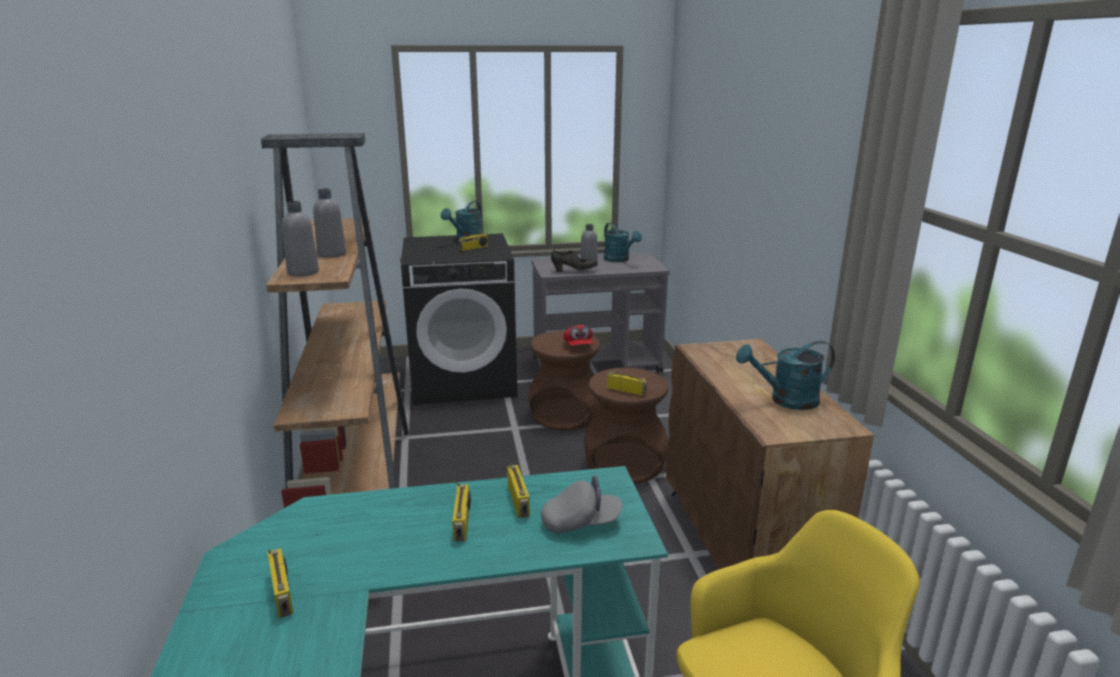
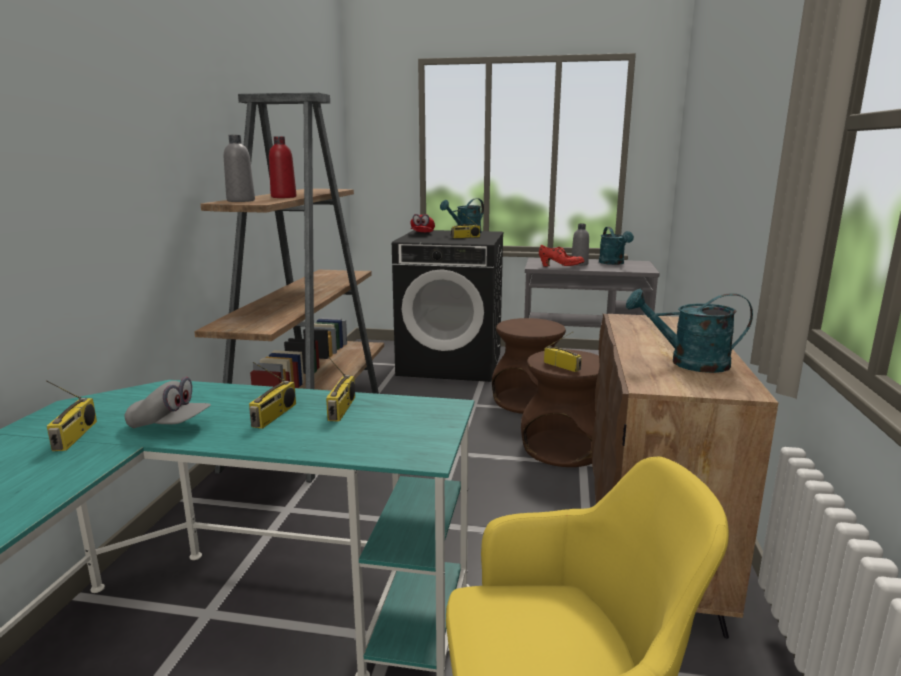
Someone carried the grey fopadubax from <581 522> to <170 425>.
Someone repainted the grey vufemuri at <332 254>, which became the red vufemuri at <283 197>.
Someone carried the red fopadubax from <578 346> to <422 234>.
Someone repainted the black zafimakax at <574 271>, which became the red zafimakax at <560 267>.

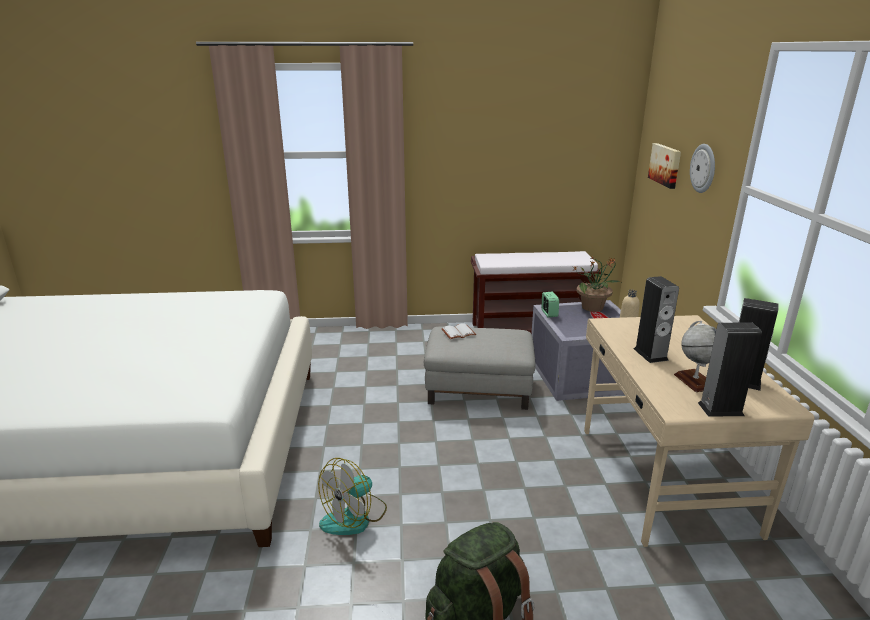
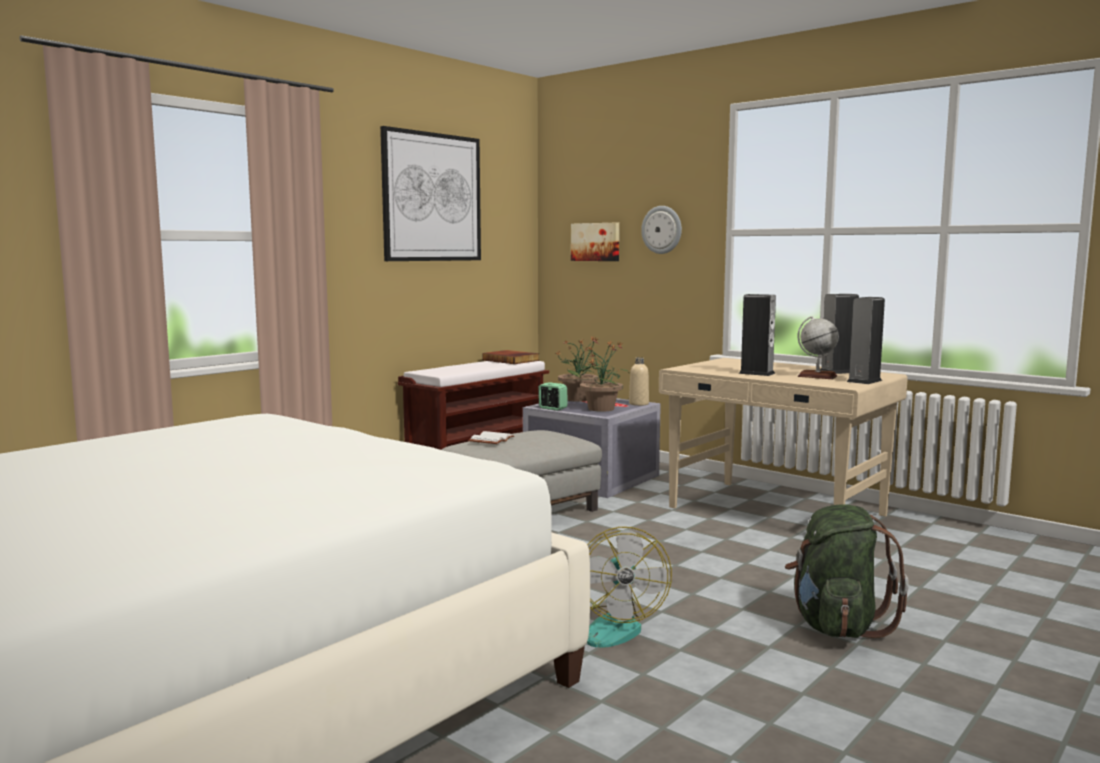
Someone put up the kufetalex at <432 197>.
Someone put down the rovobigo at <511 360>.
Someone put down the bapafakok at <601 409>.

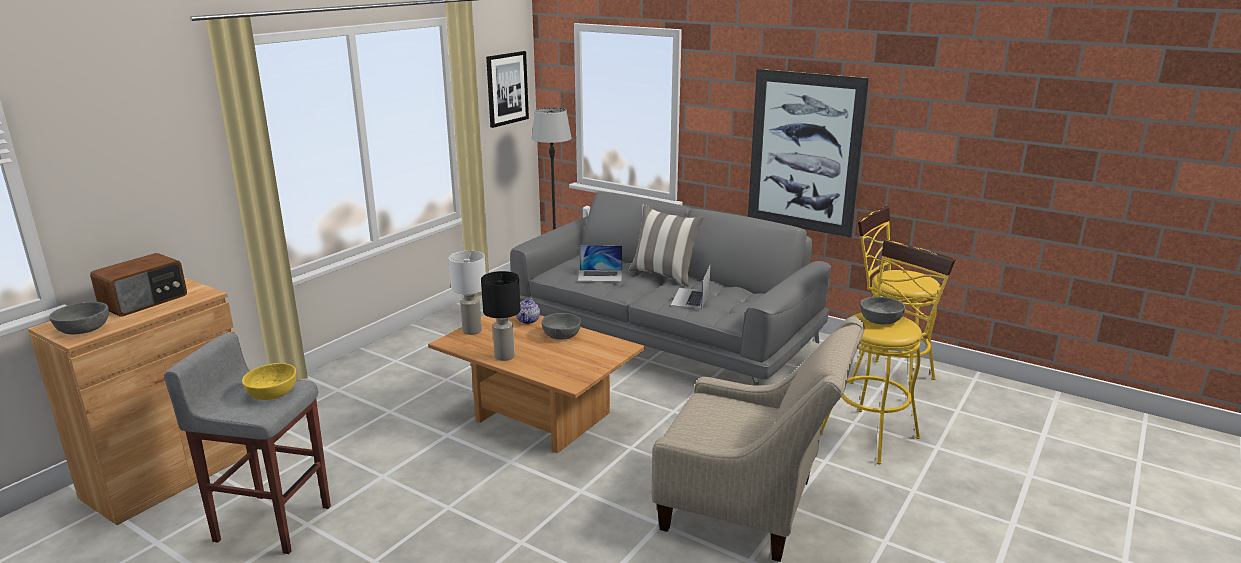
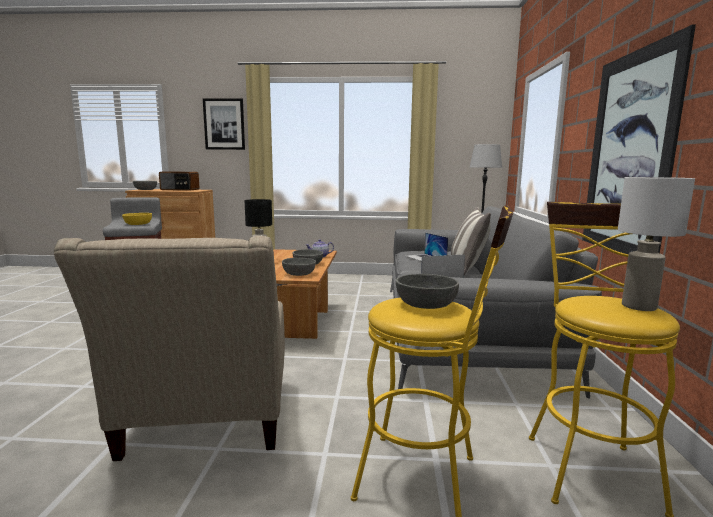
Someone carried the kufetalex from <507 88> to <224 124>.
Someone put down the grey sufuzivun at <299 273>.
Someone carried the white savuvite from <471 331> to <637 307>.

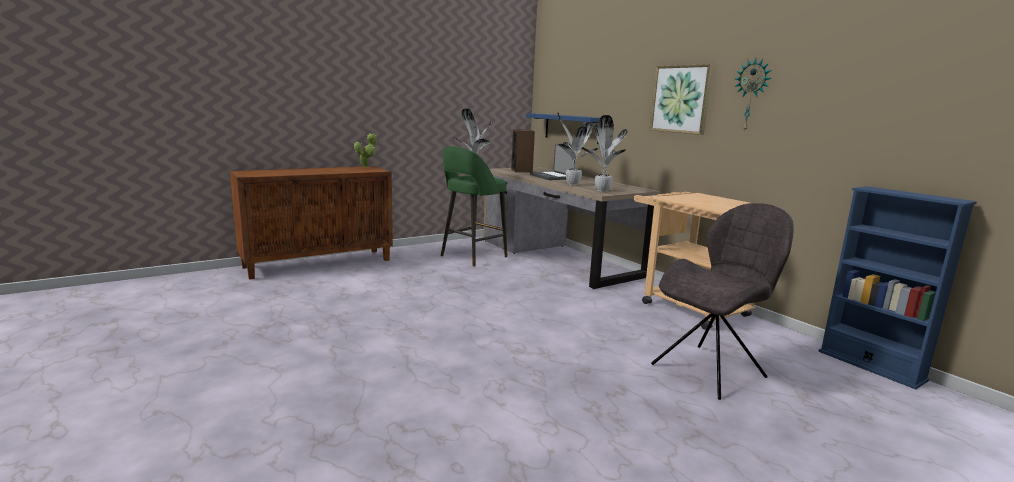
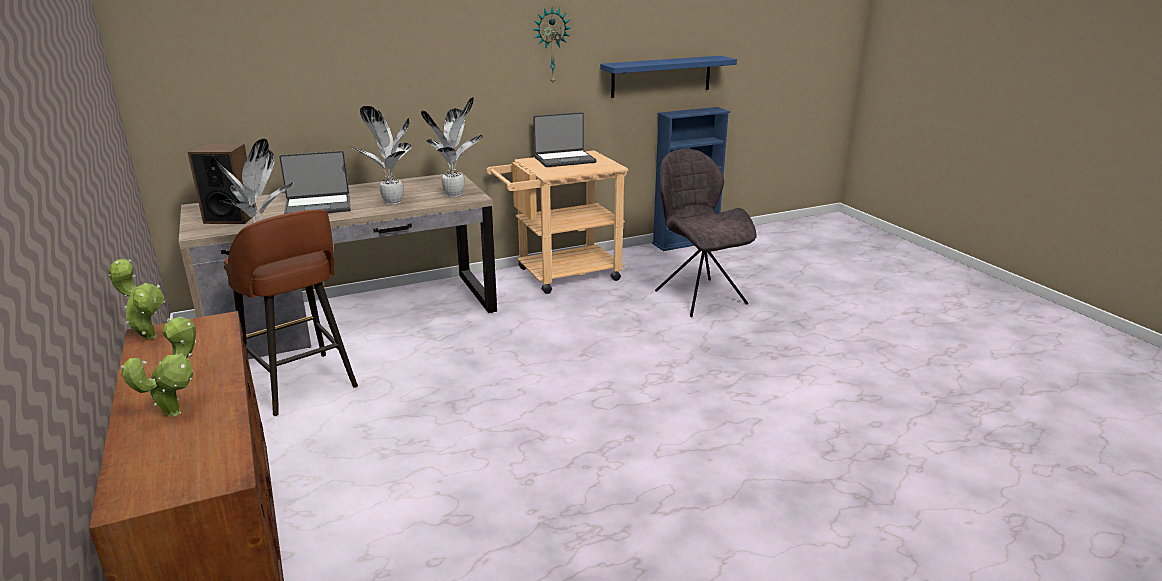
Someone put down the bapafakok at <177 410>.
Someone repainted the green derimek at <472 256>, which became the brown derimek at <302 385>.
Someone put down the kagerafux at <564 160>.
Someone carried the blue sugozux from <571 128> to <661 76>.
Someone took away the kufetalex at <681 99>.

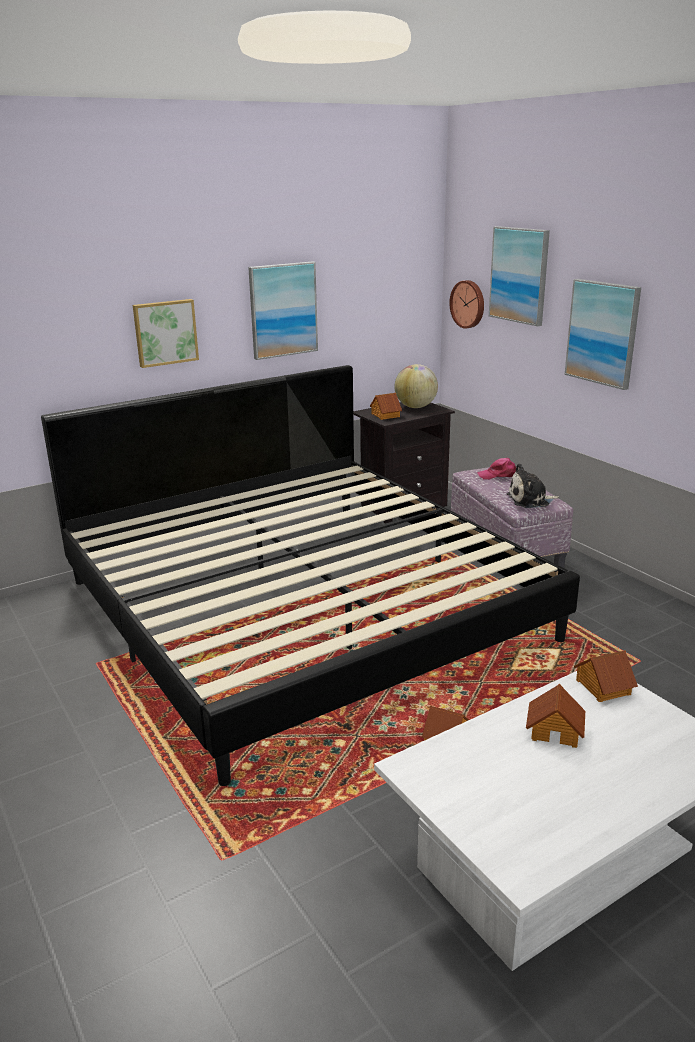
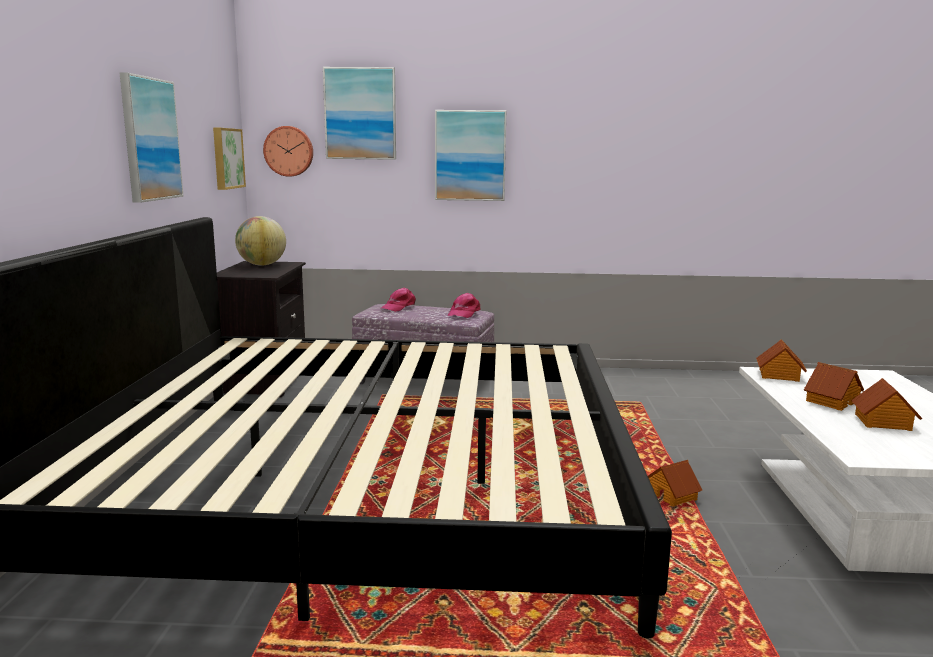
Someone carried the kufetalex from <165 332> to <226 158>.
Someone swapped the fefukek at <530 500> for the pink fopadubax at <464 313>.
Someone carried the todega from <385 415> to <883 422>.

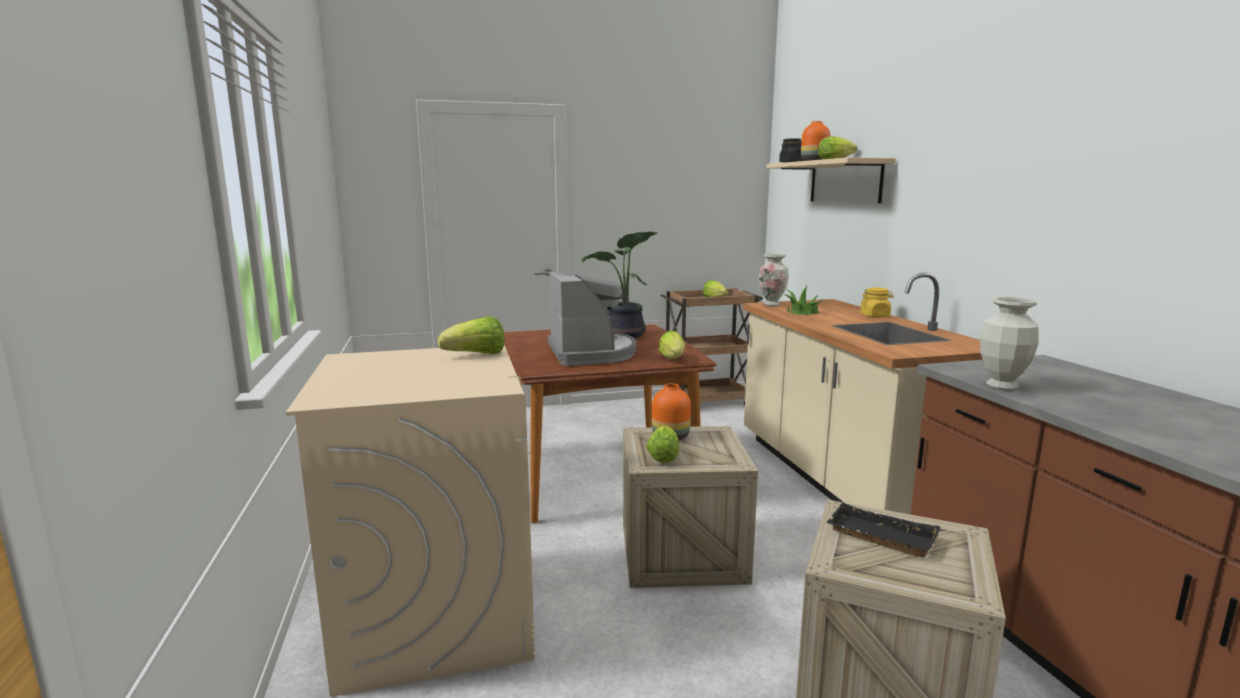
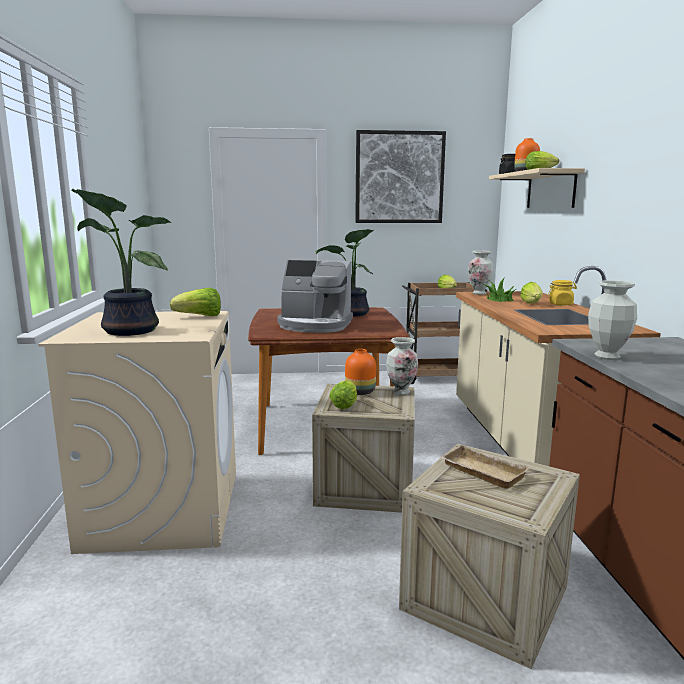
Someone put down the bapafakok at <127 331>.
Someone rotated the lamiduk at <591 353> by 105 degrees clockwise.
Someone put up the kufetalex at <399 177>.
Someone put down the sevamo at <401 392>.
Someone repainted the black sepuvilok at <879 537>, which became the beige sepuvilok at <480 472>.
Someone carried the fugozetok from <673 360> to <532 304>.

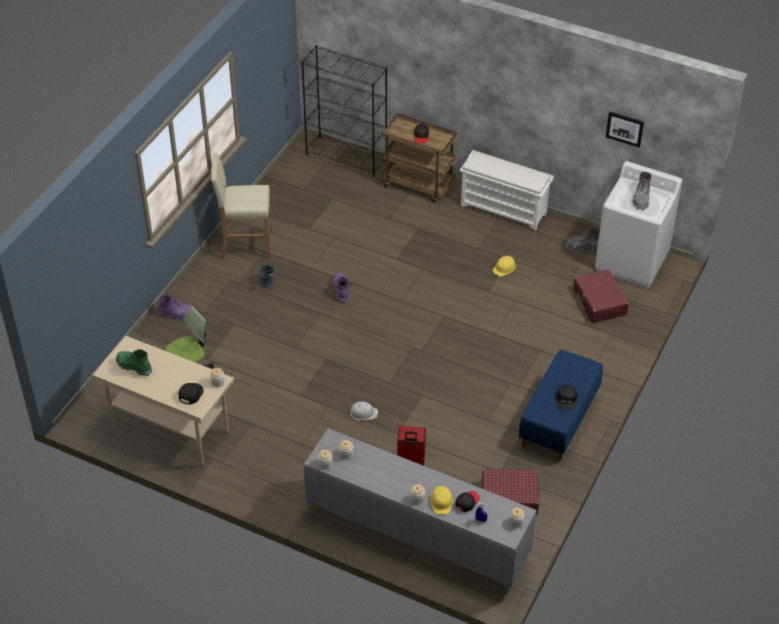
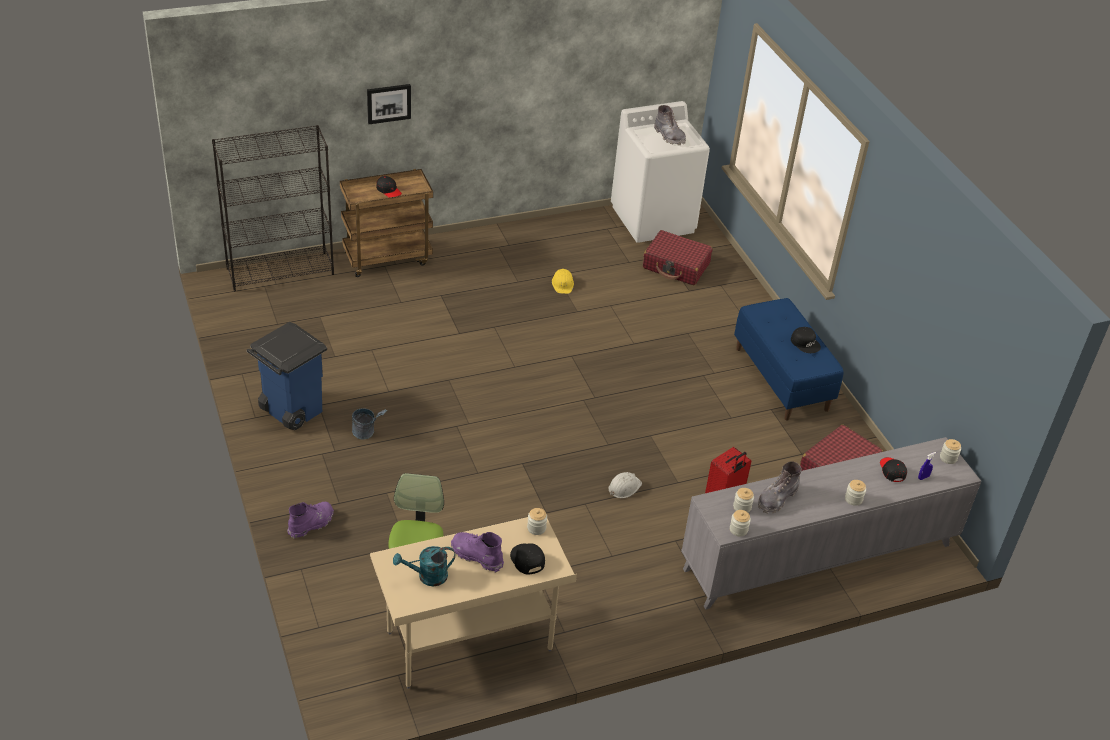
Someone swapped the beige derimek at <246 245> for the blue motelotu at <290 411>.
Someone carried the kufetalex from <625 128> to <388 103>.
Someone swapped the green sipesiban at <134 366> for the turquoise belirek at <427 577>.
Someone carried the purple sipesiban from <341 290> to <477 556>.
Someone carried the grey sipesiban from <582 247> to <777 498>.
Someone took away the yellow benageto at <441 501>.
Someone took away the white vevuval at <504 209>.

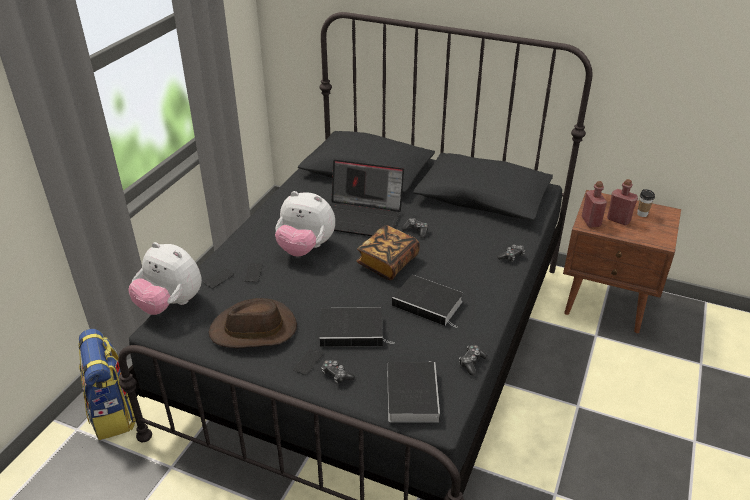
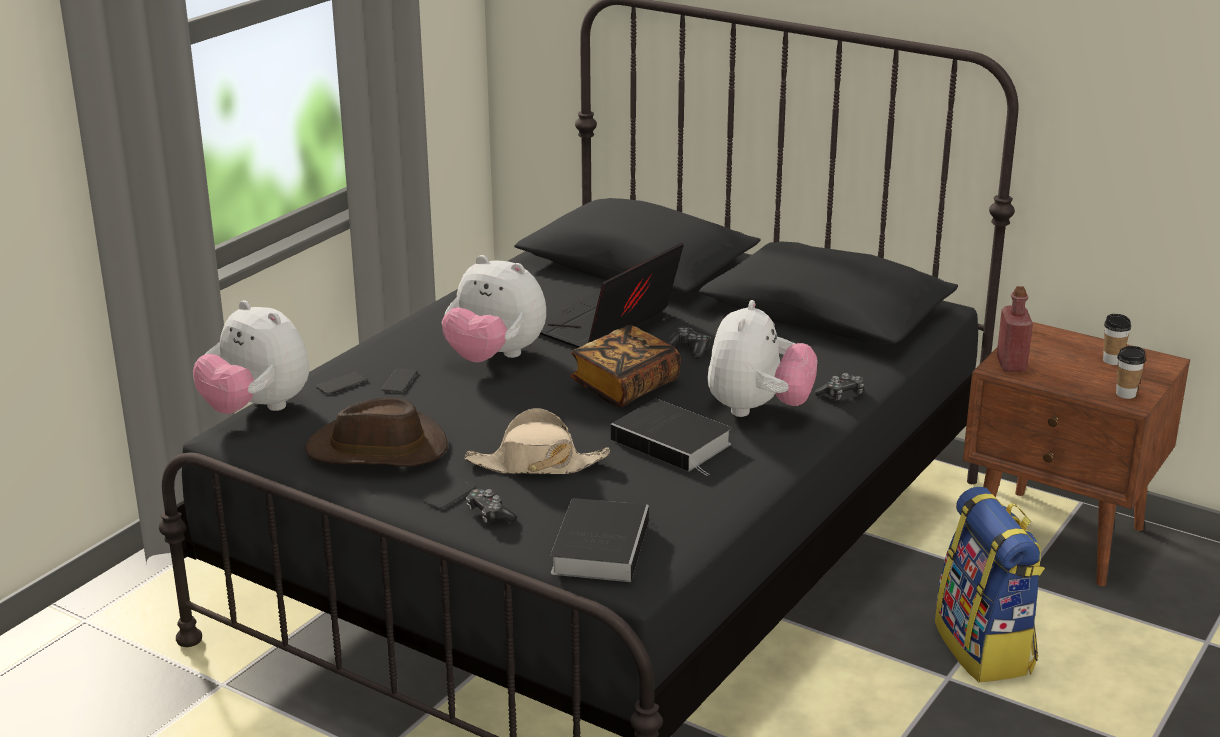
Someone swapped the rovobigo at <353 330> for the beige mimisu at <536 464>.
Someone rotated the kagerafux at <363 218> by 105 degrees clockwise.
Someone put down the fefukek at <758 409>.
Someone carried the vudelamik from <114 413> to <985 648>.
Someone put down the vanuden at <1125 394>.
Someone took away the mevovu at <472 363>.
Someone took away the red vufemuri at <618 220>.

